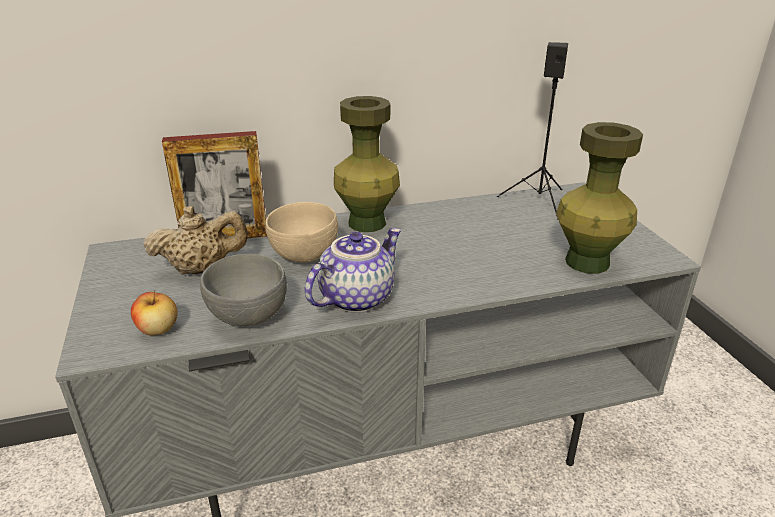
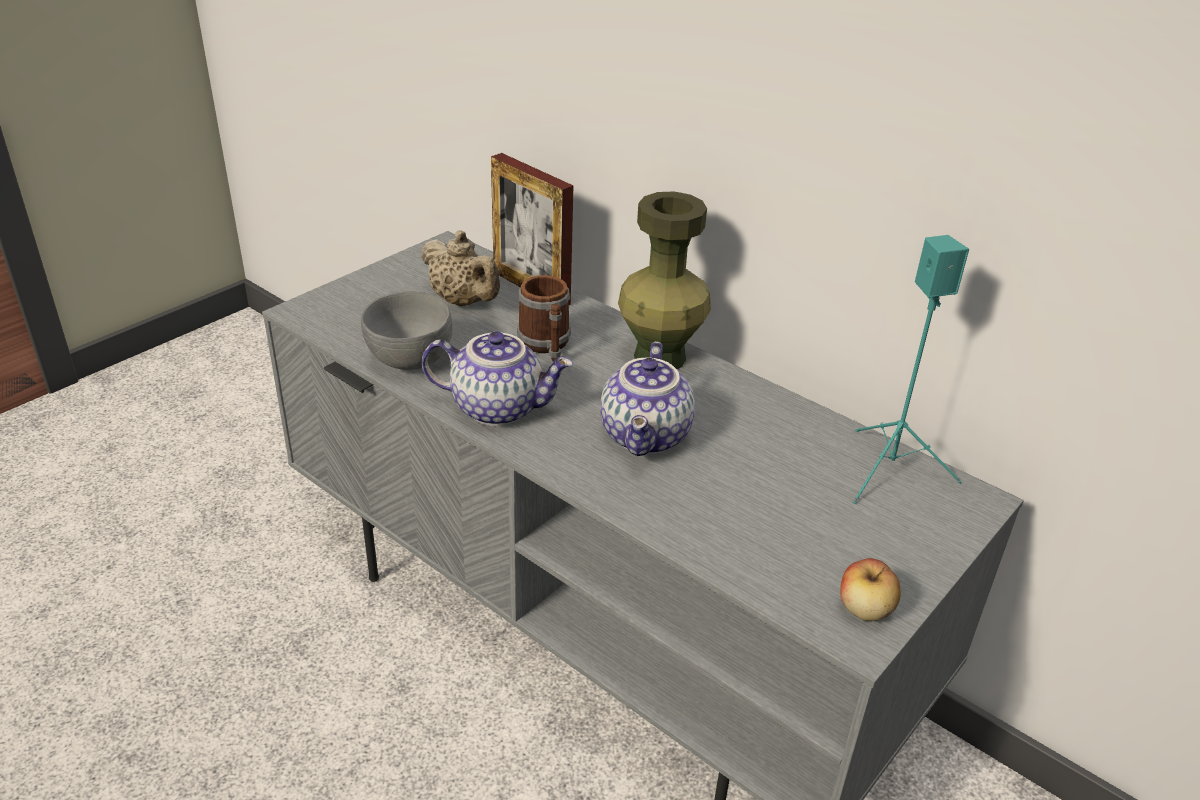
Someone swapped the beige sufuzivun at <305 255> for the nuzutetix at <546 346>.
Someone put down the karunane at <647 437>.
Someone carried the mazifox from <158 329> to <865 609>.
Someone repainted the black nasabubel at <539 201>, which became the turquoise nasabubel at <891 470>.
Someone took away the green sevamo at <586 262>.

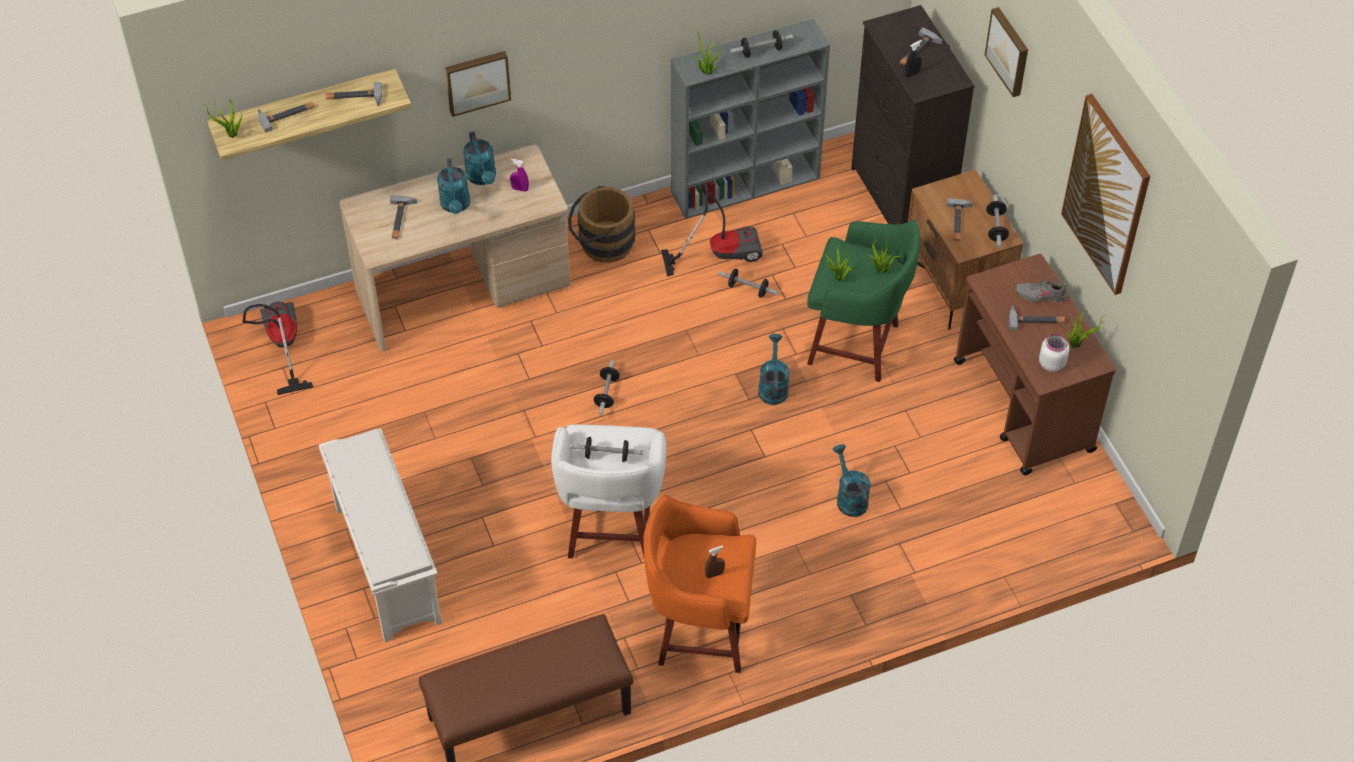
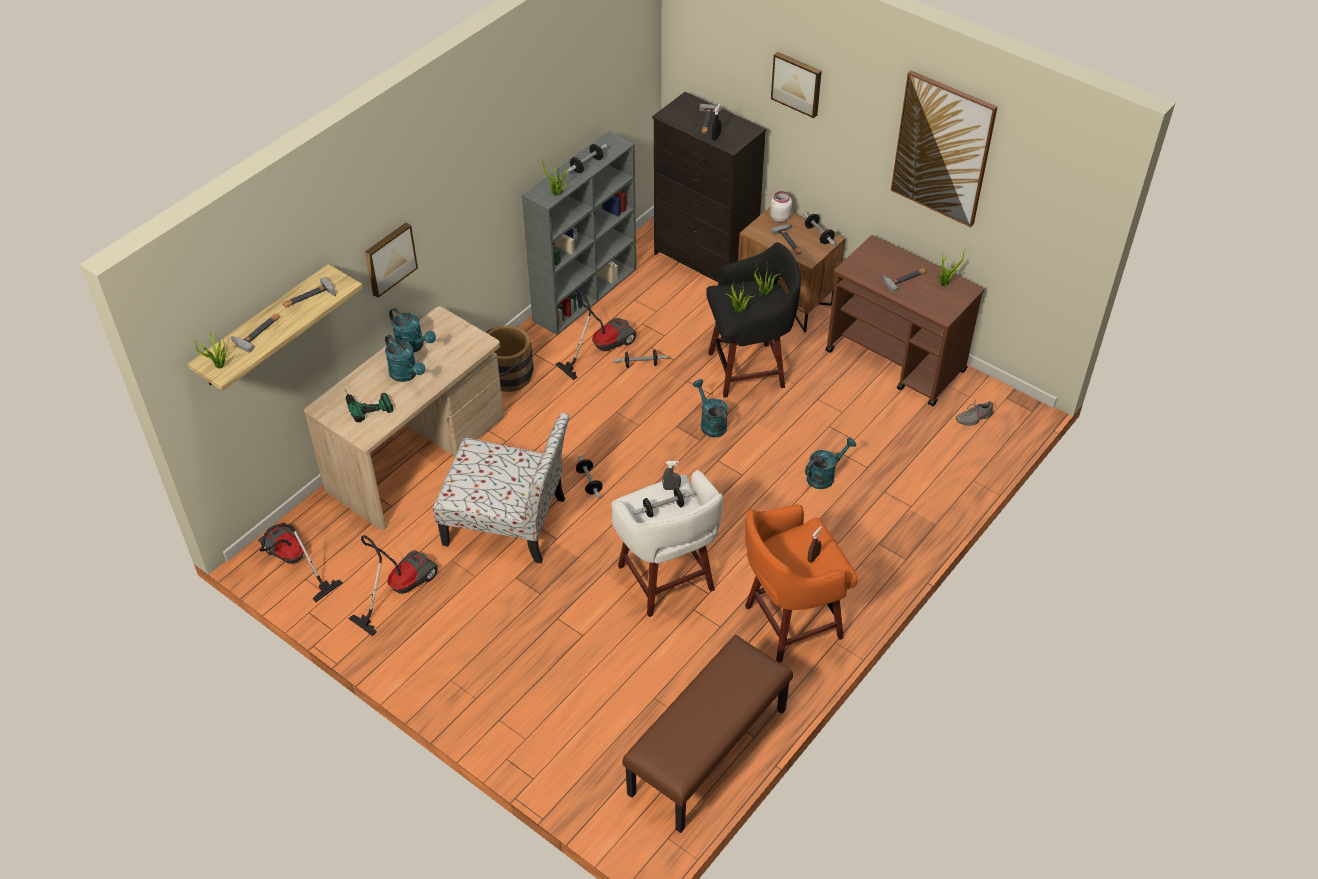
Someone swapped the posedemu at <400 219> for the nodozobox at <367 403>.
Someone put down the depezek at <399 588>.
Someone put down the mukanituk at <508 522>.
Someone put down the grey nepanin at <671 488>.
Someone repainted the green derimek at <857 345>, which became the black derimek at <749 369>.
Someone carried the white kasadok from <1051 363> to <779 217>.
Someone rotated the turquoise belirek at <849 497> by 105 degrees clockwise.
Someone carried the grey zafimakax from <1040 295> to <973 417>.
Someone took away the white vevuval at <386 563>.
Someone took away the purple nepanin at <520 189>.

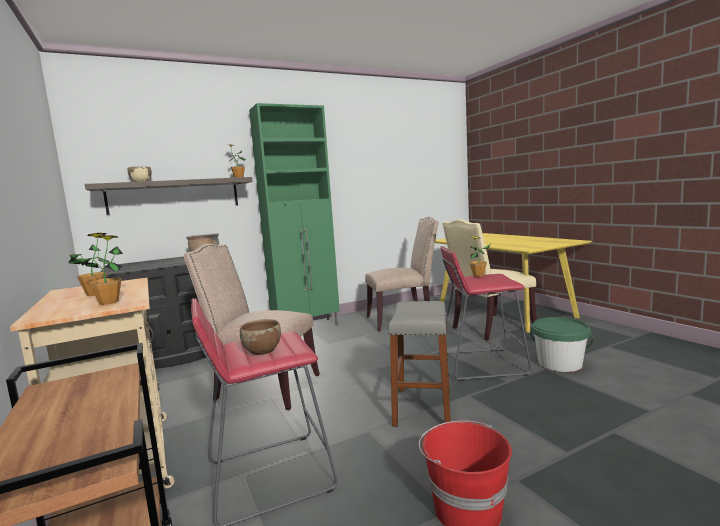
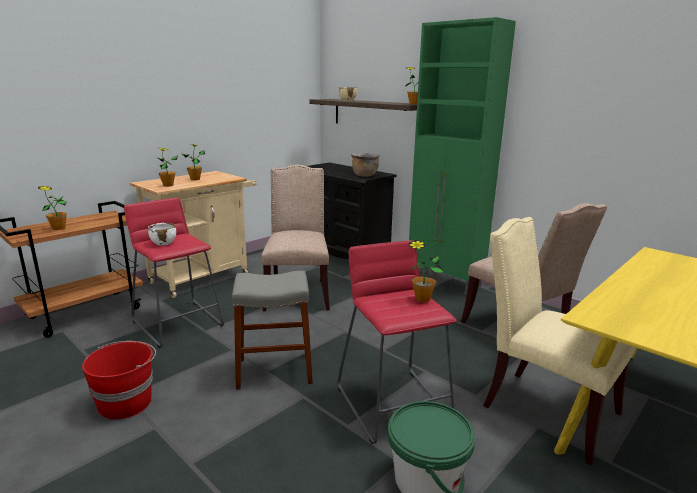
Someone put down the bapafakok at <59 228>.
Someone repainted the brown sufuzivun at <262 350>, which became the white sufuzivun at <163 243>.

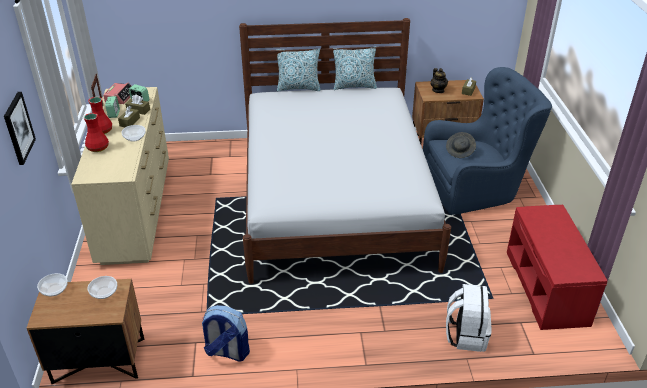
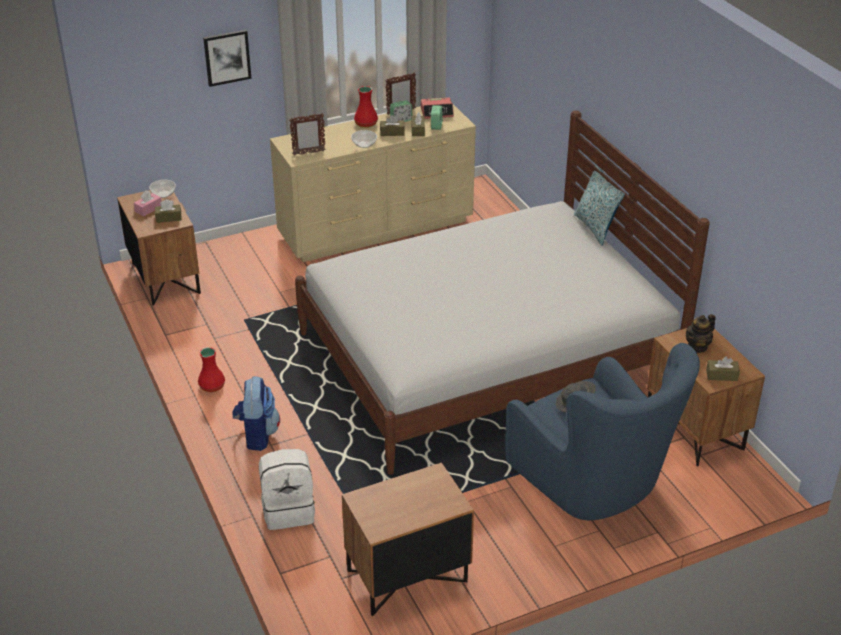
Someone put down the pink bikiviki at <148 209>.
Someone swapped the sufuzivun at <104 293> for the brown bikiviki at <168 218>.
Someone carried the red sevamo from <97 148> to <212 386>.
Someone carried the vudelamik from <226 352> to <257 435>.
Someone put down the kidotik at <308 153>.
Someone swapped the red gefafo at <547 288> for the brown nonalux at <407 577>.
Someone took away the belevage at <354 86>.

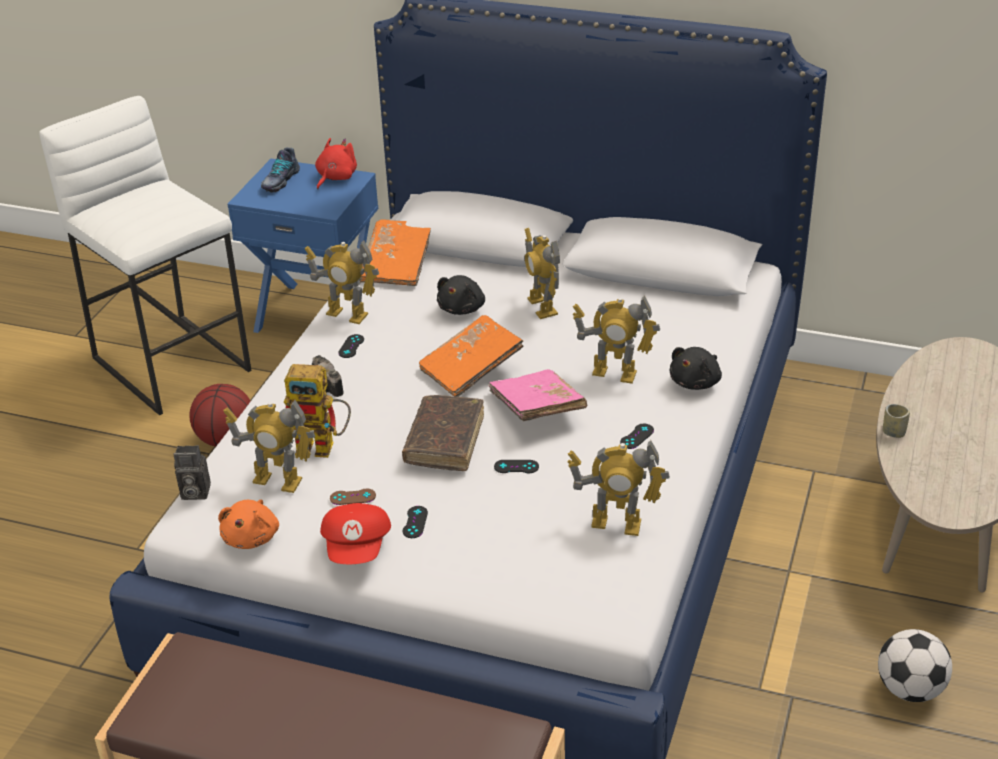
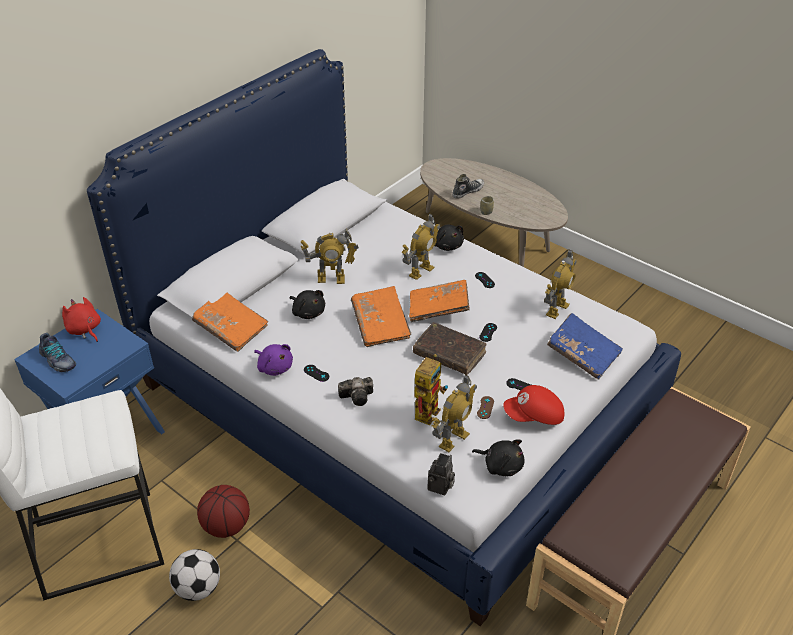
Someone carried the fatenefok from <910 689> to <198 588>.
Someone swapped the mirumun at <347 314> for the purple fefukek at <274 367>.
Someone repainted the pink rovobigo at <537 409>, which became the orange rovobigo at <438 309>.
Someone put down the zafimakax at <467 191>.
Someone repainted the orange fefukek at <252 537>, which became the black fefukek at <501 465>.
Someone rotated the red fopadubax at <358 547> by 150 degrees clockwise.
Someone put down the blue rovobigo at <583 354>.

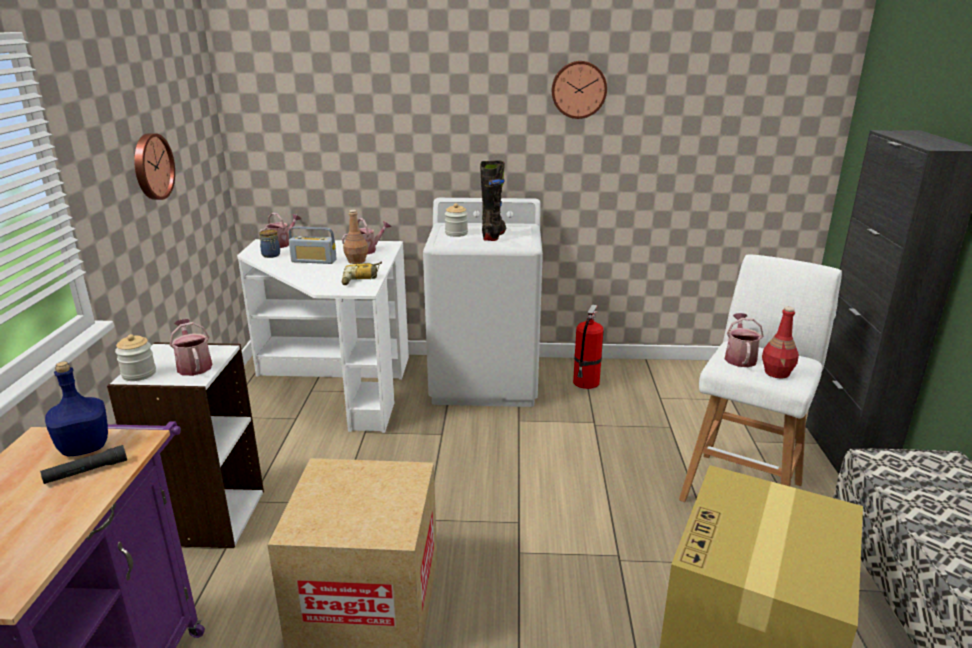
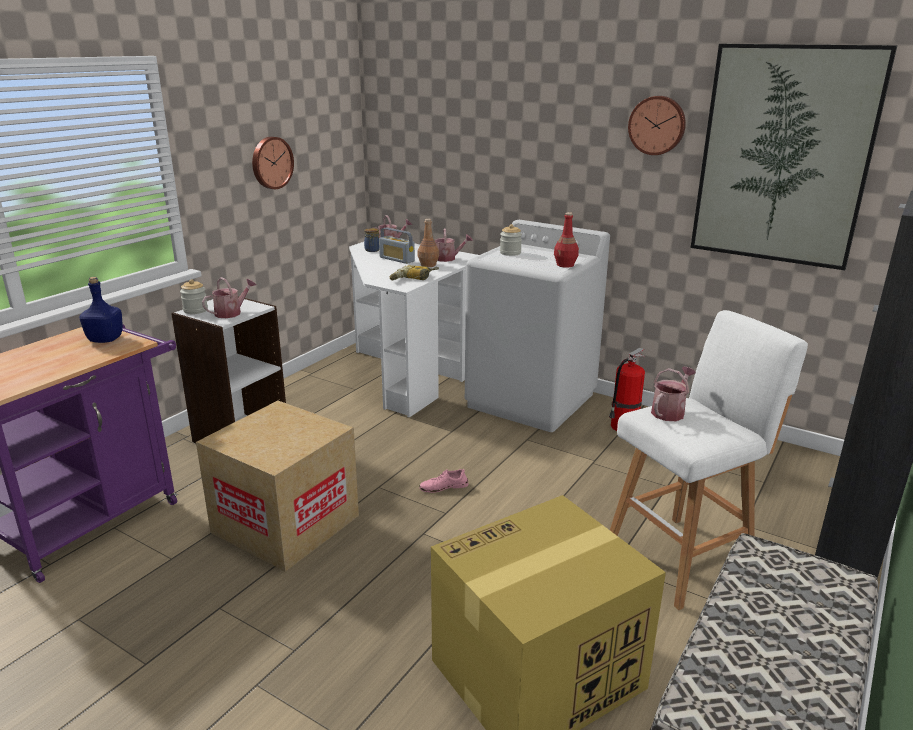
Someone rotated the belirek at <193 365> by 45 degrees clockwise.
Someone put down the pink zafimakax at <443 487>.
Someone carried the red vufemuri from <777 373> to <565 265>.
Someone put up the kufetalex at <783 157>.
Someone took away the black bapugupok at <86 471>.
Someone took away the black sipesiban at <494 235>.

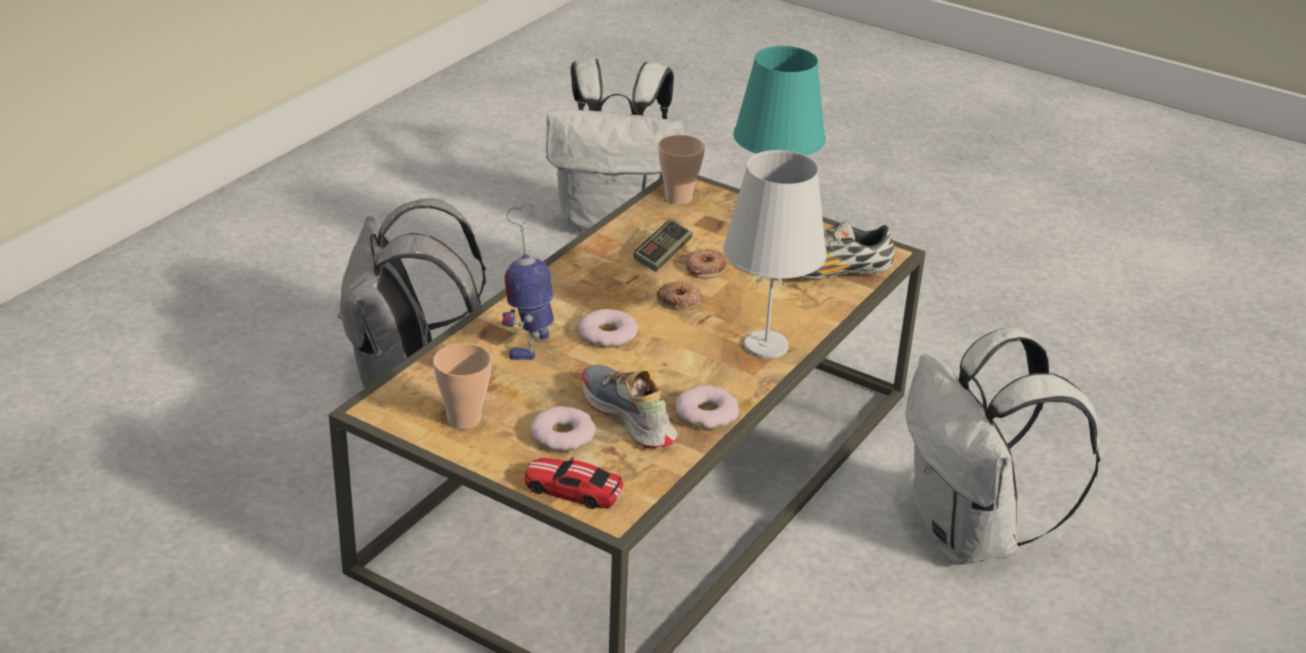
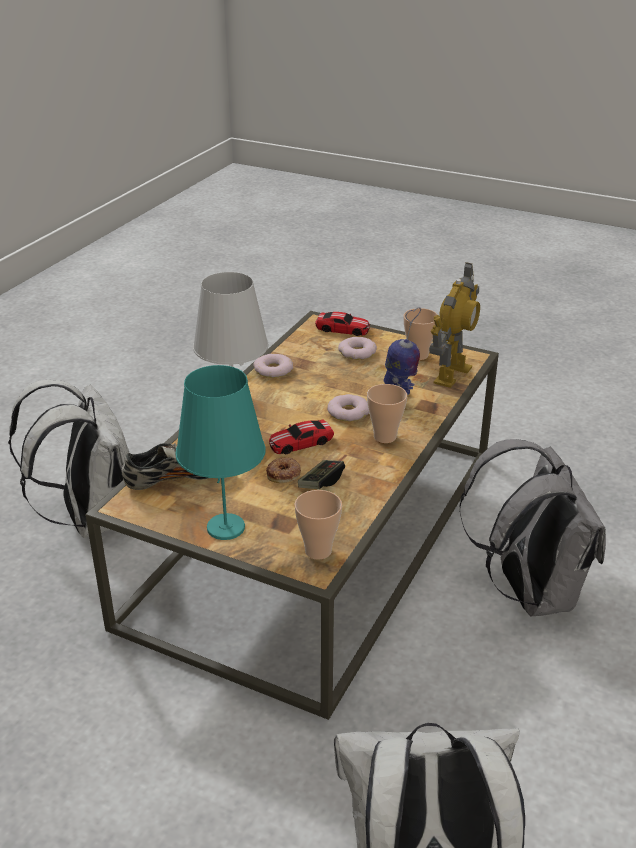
Someone swapped the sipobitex at <679 301> for the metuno at <301 442>.
Someone put down the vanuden at <385 437>.
Someone put down the mirumun at <451 374>.
Someone took away the zafimakax at <628 417>.

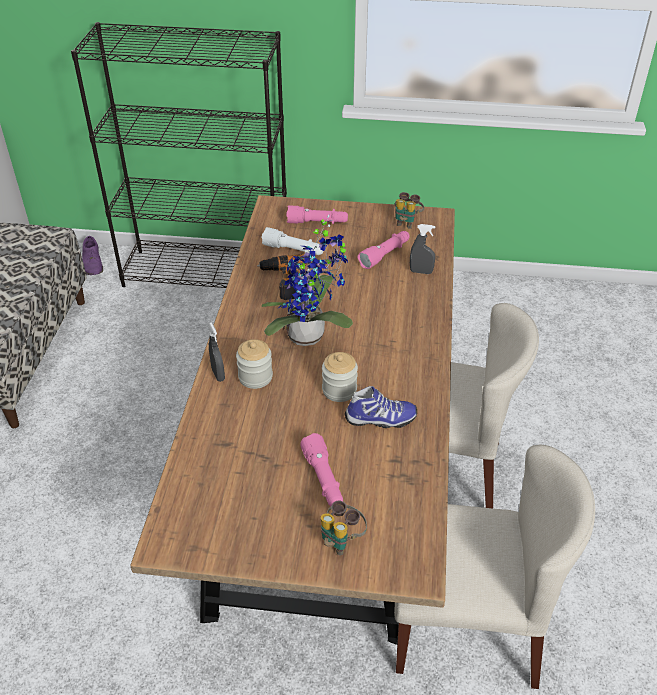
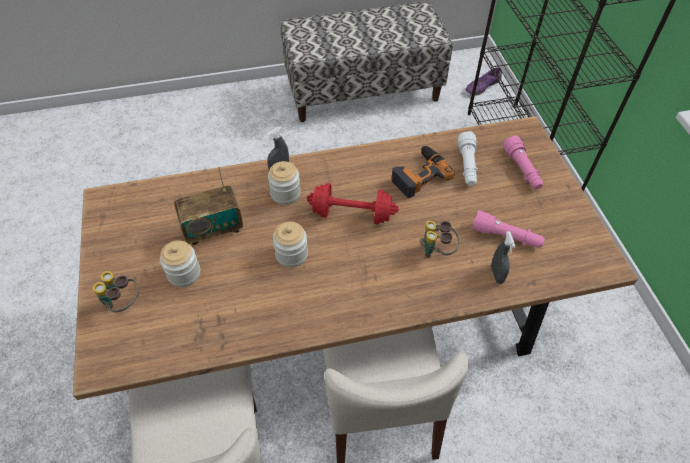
Someone swapped the pink bapugupok at <323 479> for the kasadok at <184 273>.
Someone put down the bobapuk at <213 228>.
Someone swapped the bapafakok at <310 336> for the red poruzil at <352 214>.
Someone carried the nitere from <406 222> to <437 251>.
Someone took away the zafimakax at <380 419>.

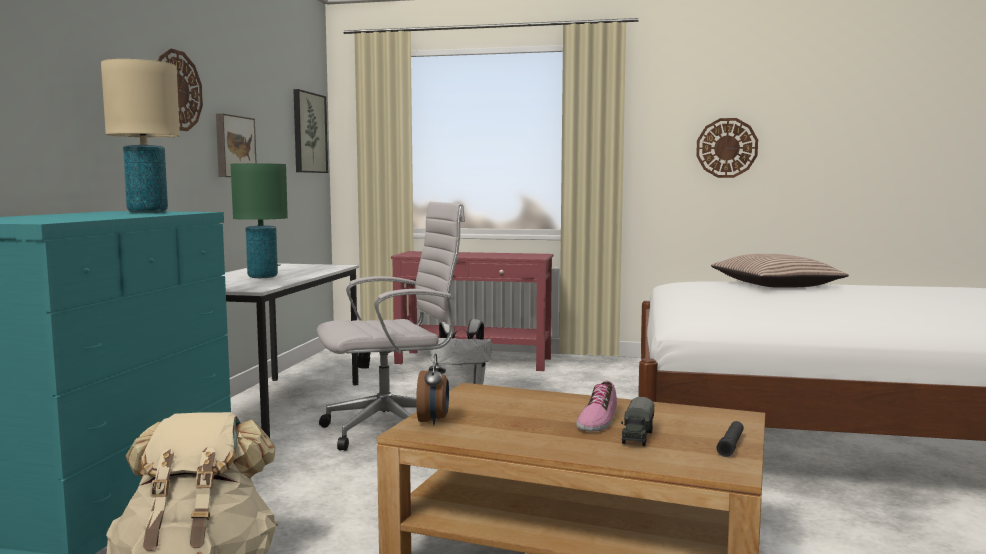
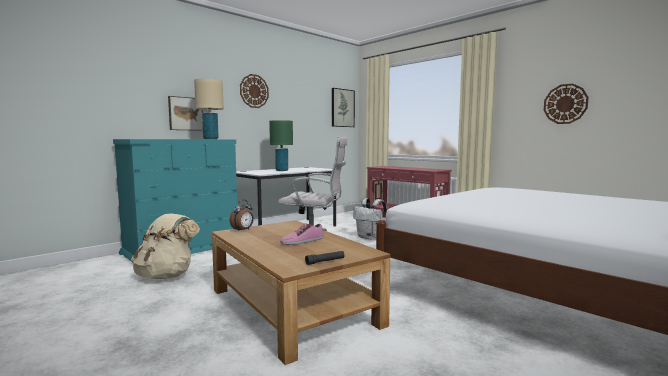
Someone carried the kufetalex from <233 146> to <185 113>.
Someone took away the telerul at <637 436>.
Someone took away the belevage at <775 285>.

